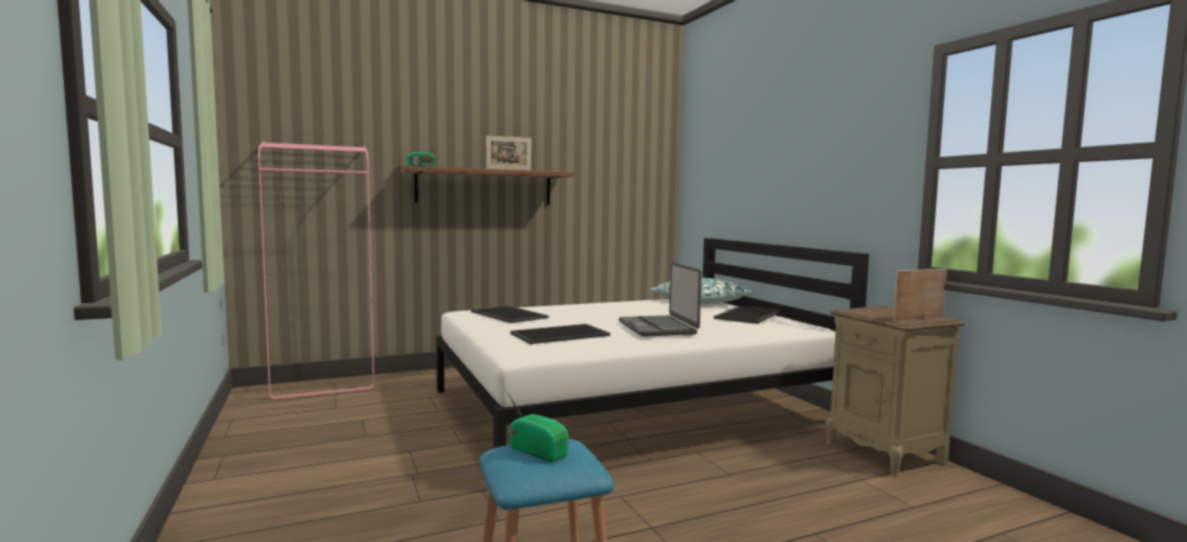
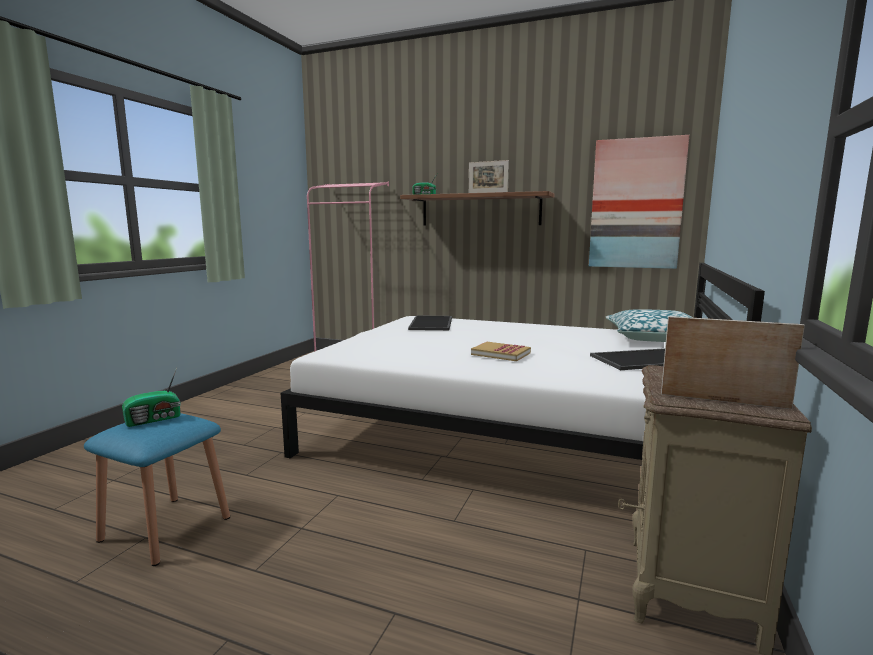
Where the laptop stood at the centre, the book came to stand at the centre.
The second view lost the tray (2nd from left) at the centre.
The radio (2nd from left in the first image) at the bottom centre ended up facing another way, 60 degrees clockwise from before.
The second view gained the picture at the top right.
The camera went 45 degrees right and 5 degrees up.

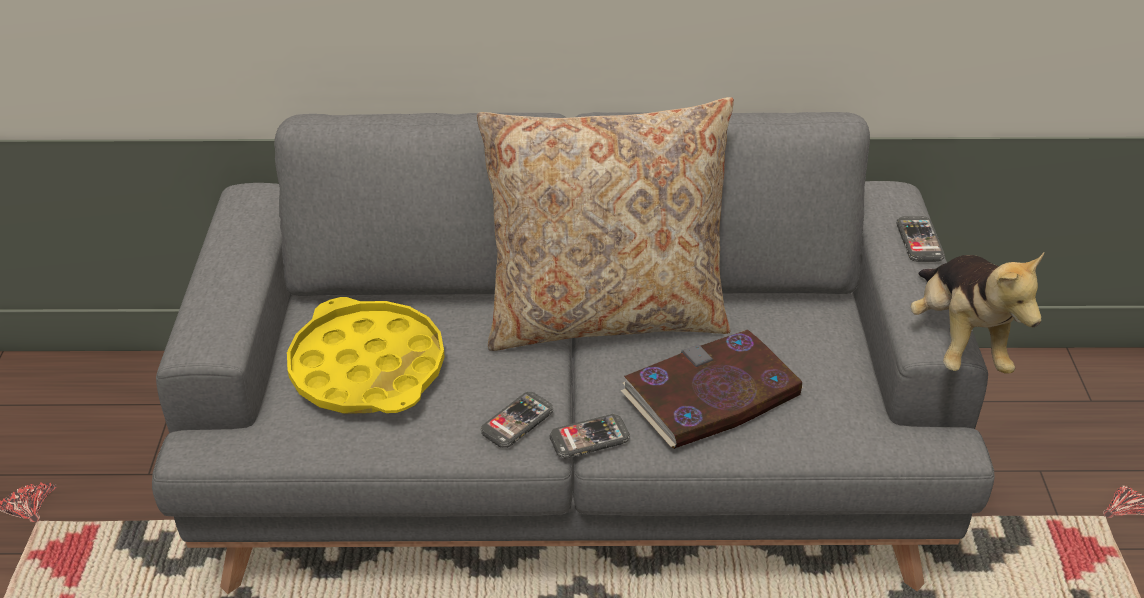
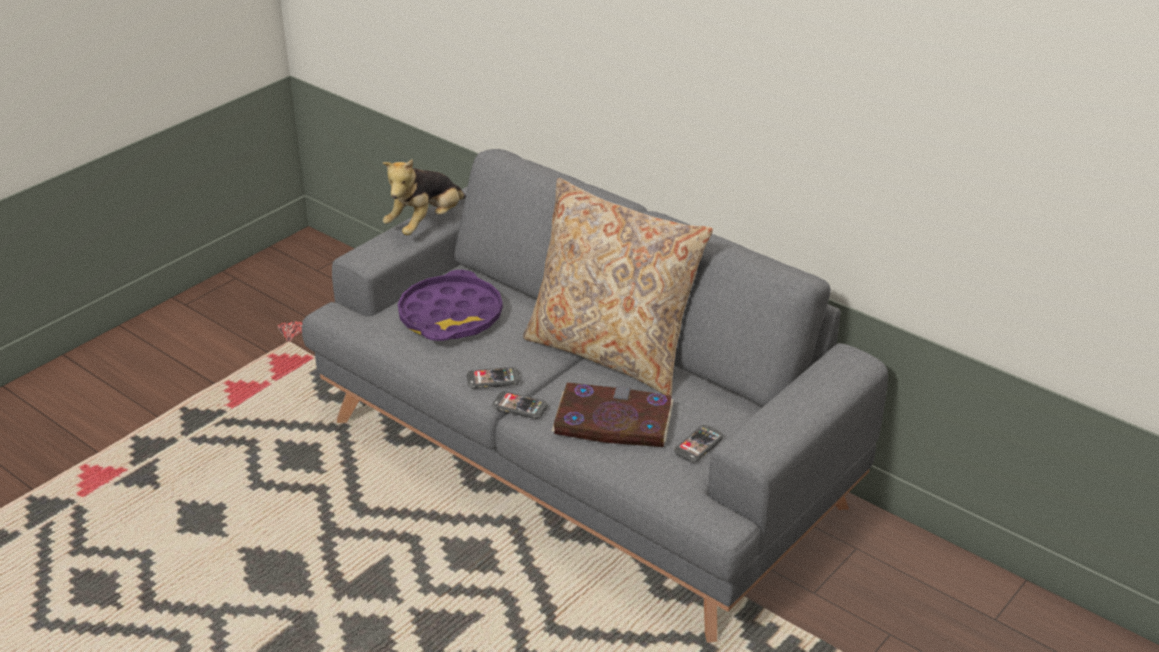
The phone (3rd from left) ended up elsewhere, having gone from the middle right to the bottom centre.
The plush_toy ended up elsewhere, having gone from the middle right to the top centre.
What was the yellow_tray at the middle left turned into the purple_tray at the centre.
The camera went 40 degrees right and 5 degrees down.

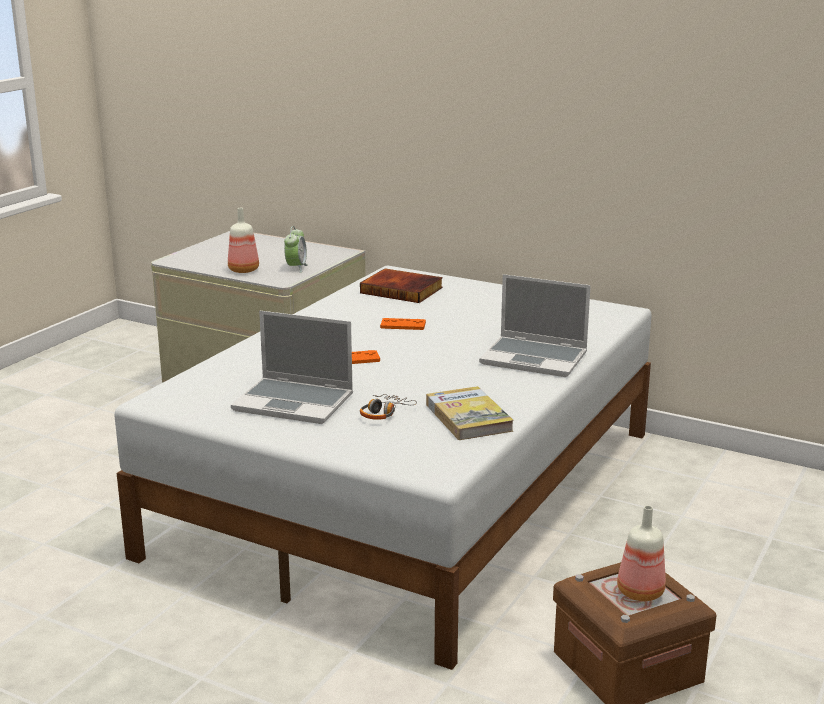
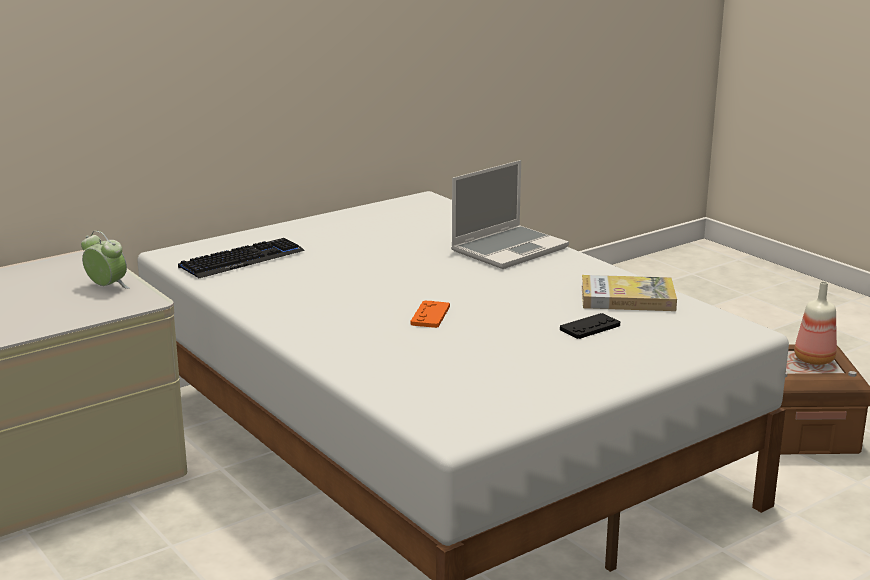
The second view lost the bottle (1st from left) at the middle left.
Where the book (1st from left) stood at the centre, the keyboard came to stand at the middle left.
The second view lost the laptop (1st from left) at the centre.
The second view lost the orange_game_controller (2nd from left) at the centre.
Where the headphones stood at the centre, the black_game_controller came to stand at the middle right.
The camera went 65 degrees left and 0 degrees up.

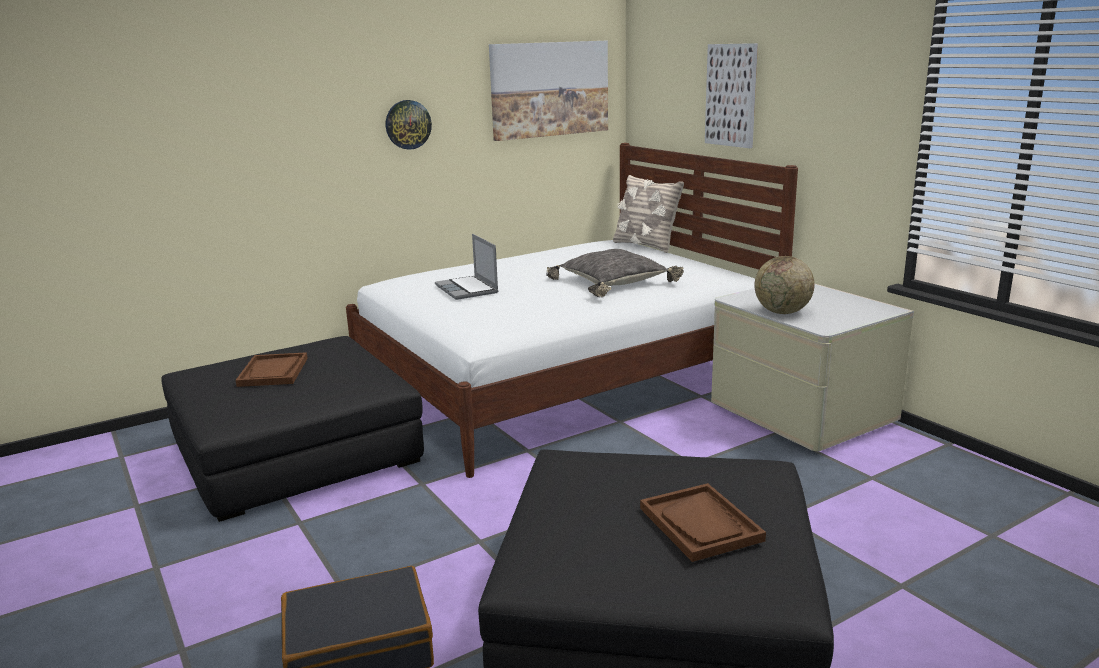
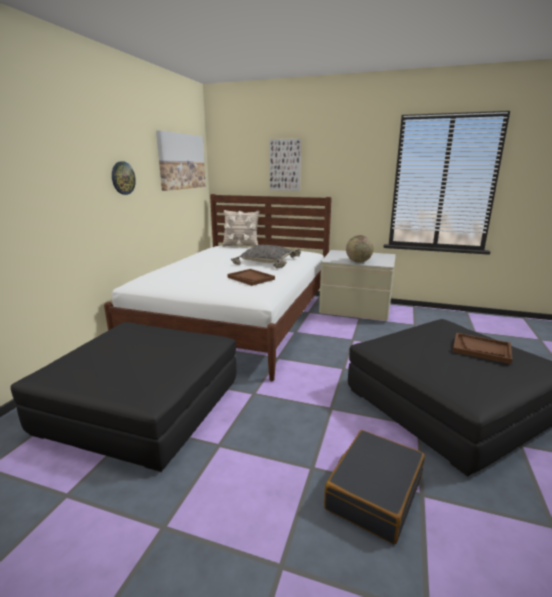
The second view lost the laptop at the centre.
The brown_tray (1st from left) ended up elsewhere, having gone from the middle left to the centre.
The camera went 40 degrees left and 0 degrees up.

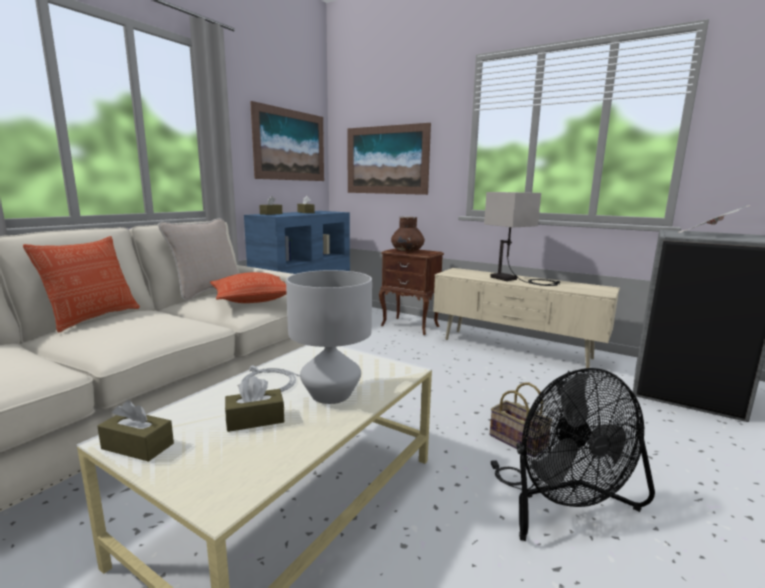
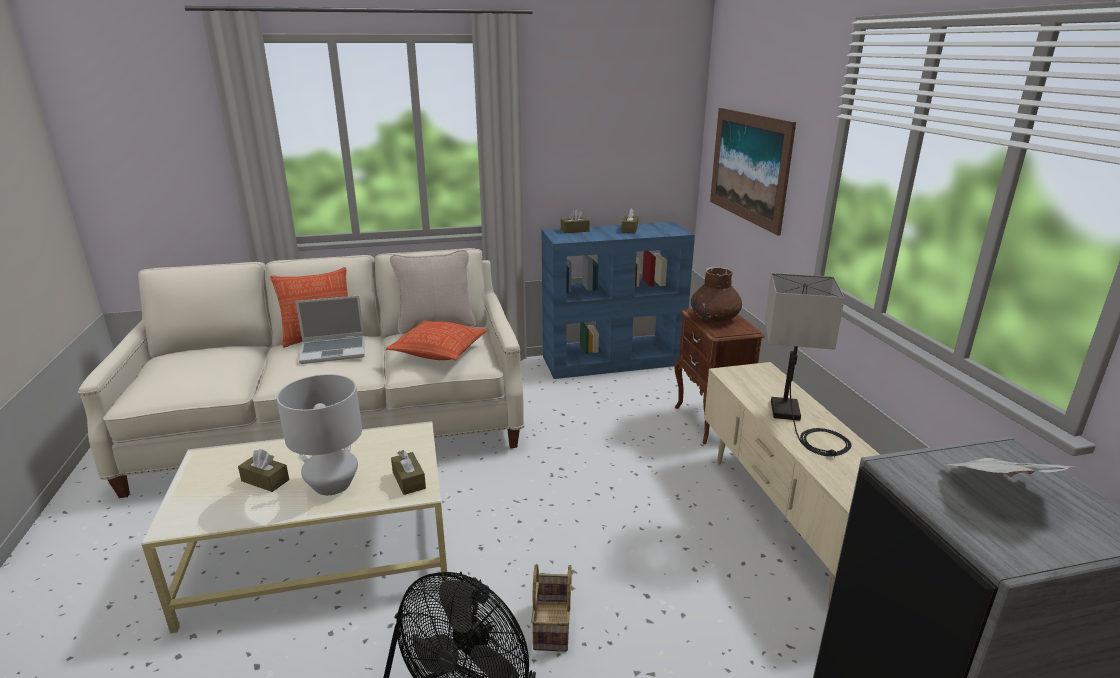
The second view lost the picture (1st from left) at the top centre.
The brown_tissue_box (1st from left in the first image) ended up elsewhere, having gone from the bottom left to the bottom centre.
The second view gained the laptop at the middle left.
The camera went 45 degrees right and 10 degrees up.

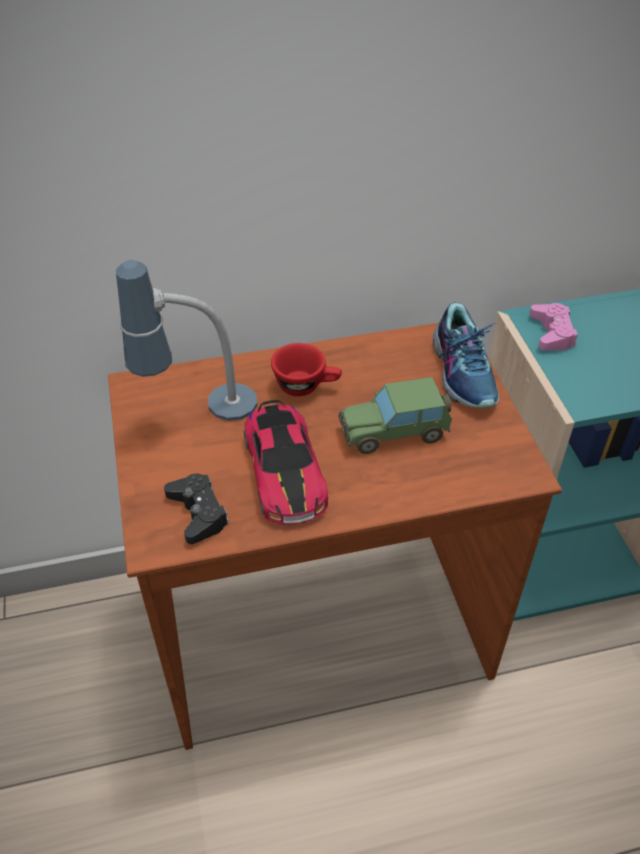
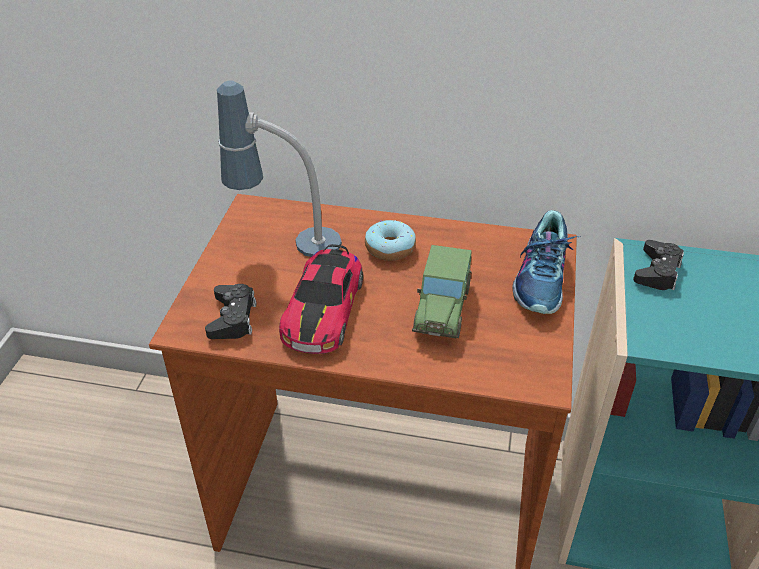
What was the pink_game_controller at the middle right turned into the black_game_controller (2nd from left) at the middle right.
Where the red_cup stood at the centre, the donut came to stand at the centre.
The toy_car (2nd from left) at the centre ended up facing another way, 90 degrees counterclockwise from before.
The camera went 25 degrees right and 5 degrees down.

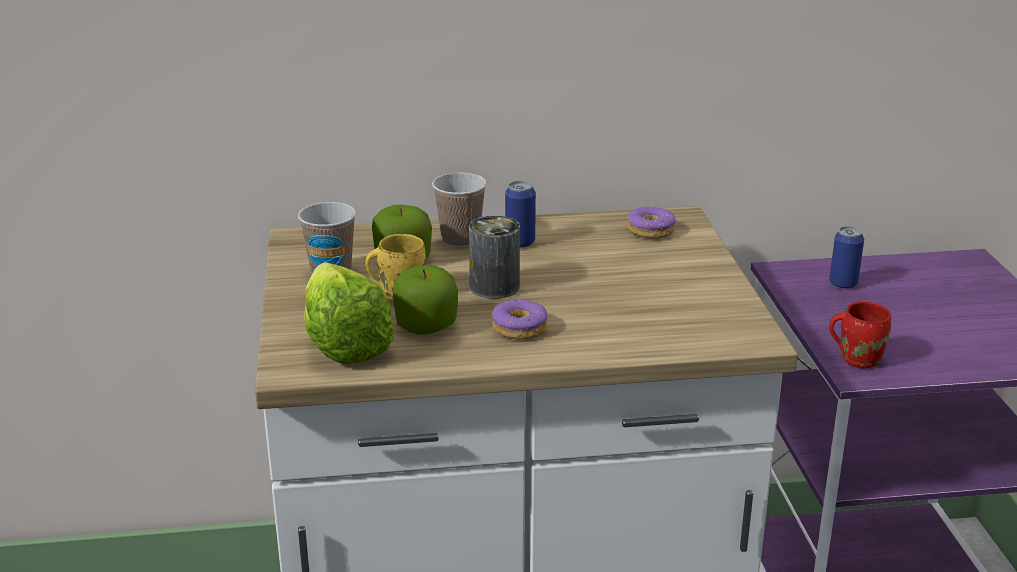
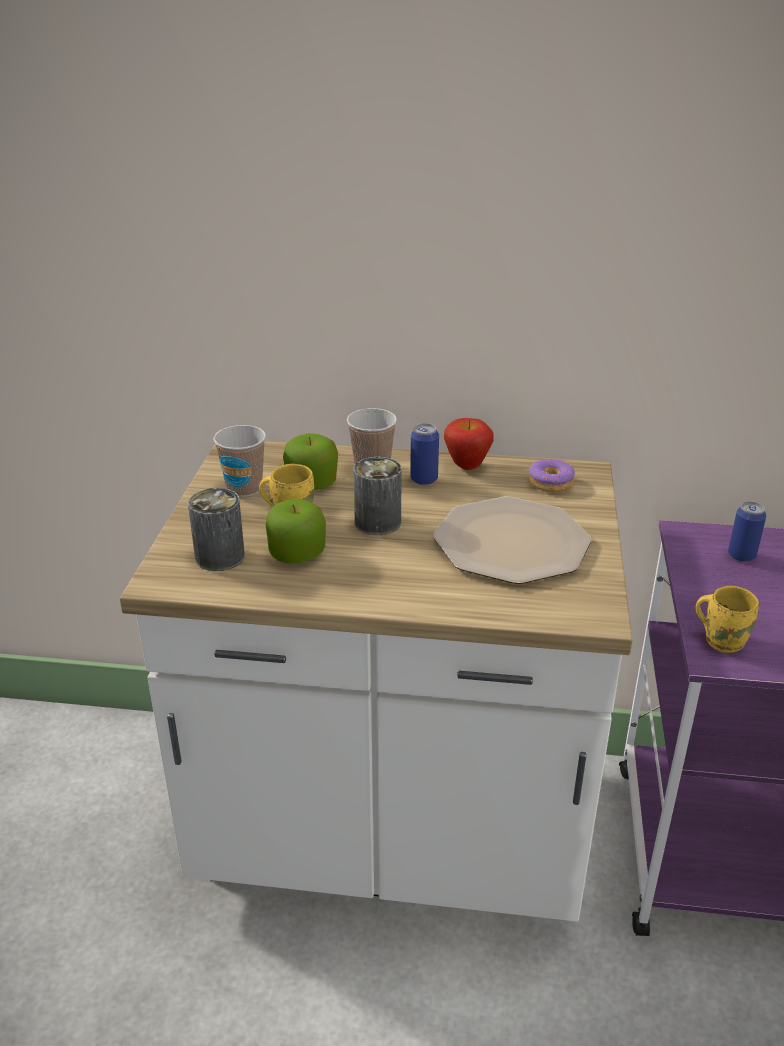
Where the lettuce stood at the centre, the can (1st from left) came to stand at the middle left.
The second view lost the donut (1st from left) at the centre.
What was the red_mug at the middle right turned into the yellow_mug (2nd from left) at the middle right.
The second view gained the apple (3rd from left) at the centre.
The second view gained the plate at the centre.
The camera went 15 degrees right and 5 degrees up.

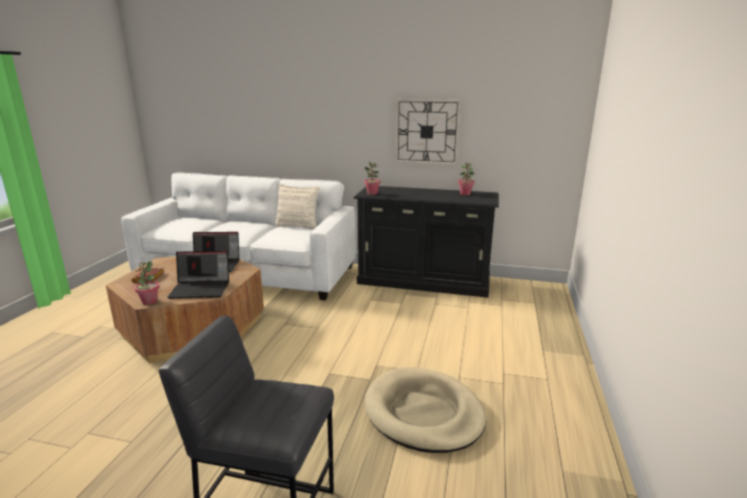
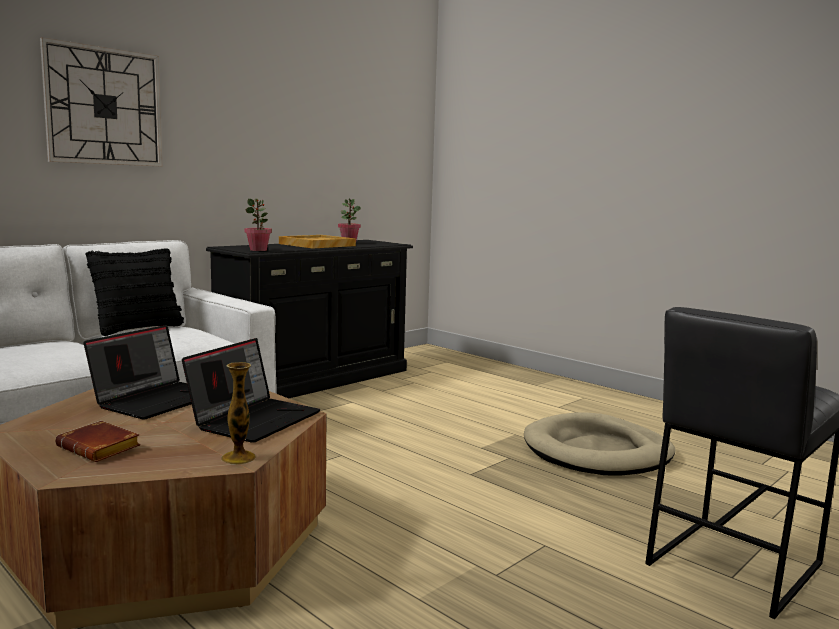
The wall_clock ended up elsewhere, having gone from the top centre to the top left.
What was the beige_pillow at the centre turned into the black_pillow at the middle left.
Where the potted_plant (1st from left) stood at the middle left, the vase came to stand at the middle left.
The second view gained the beige_tray at the centre.
The camera went 60 degrees left and 10 degrees down.

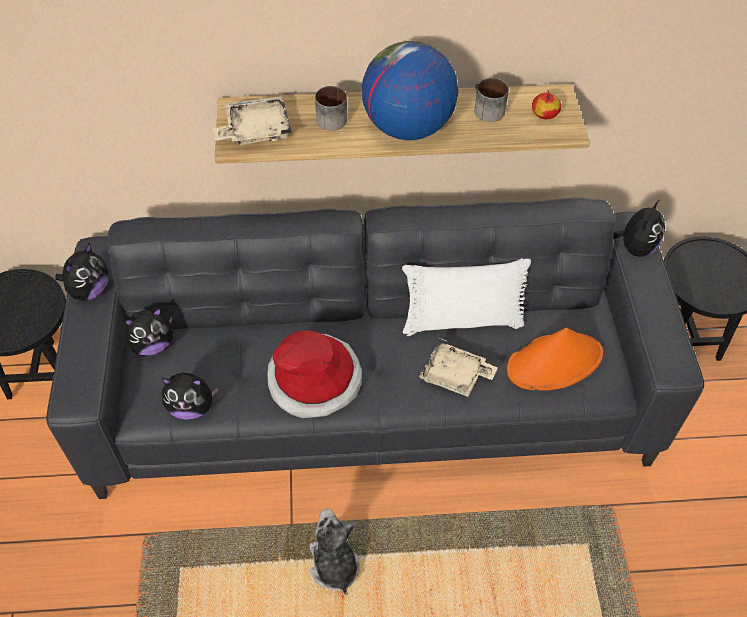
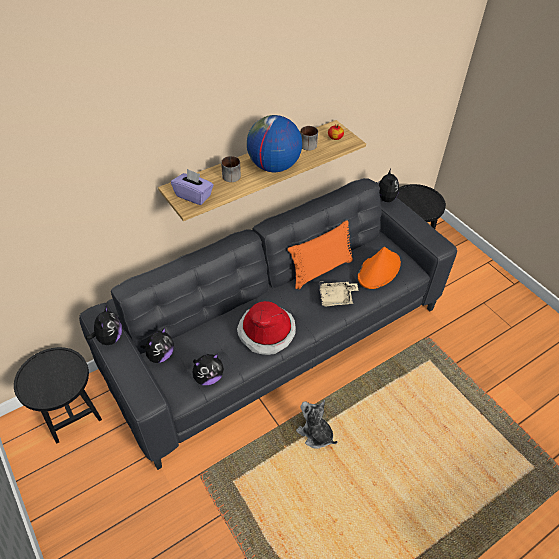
Where the beige_tray (1st from left) stood at the top centre, the purple_tissue_box came to stand at the centre.
What was the white_pillow at the centre turned into the orange_pillow at the centre.
The camera went 30 degrees left and 5 degrees down.

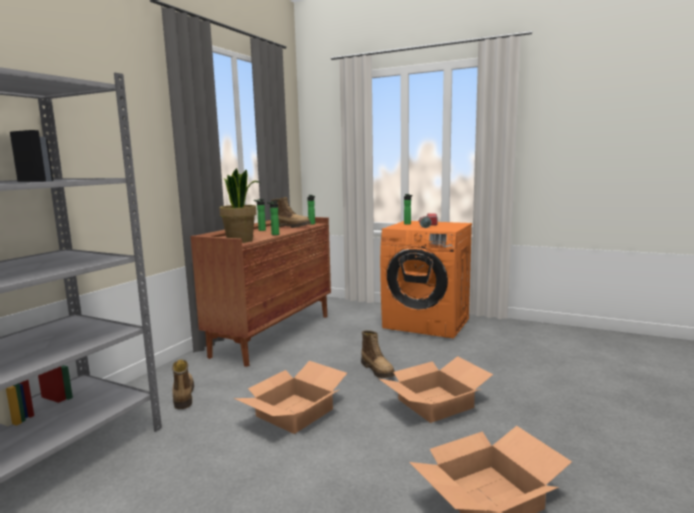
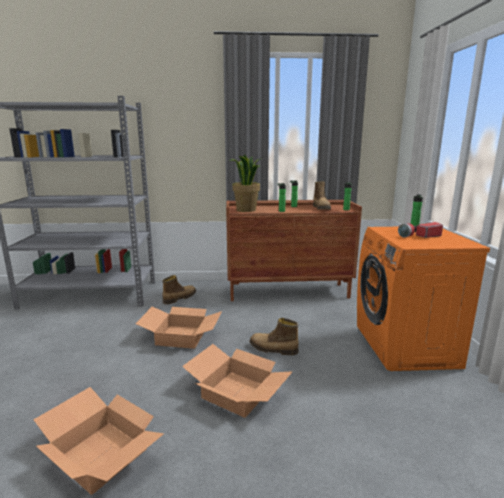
The boot (3rd from left in the first image) at the bottom centre ended up facing another way, 75 degrees clockwise from before.
The camera went 60 degrees right and 5 degrees up.

